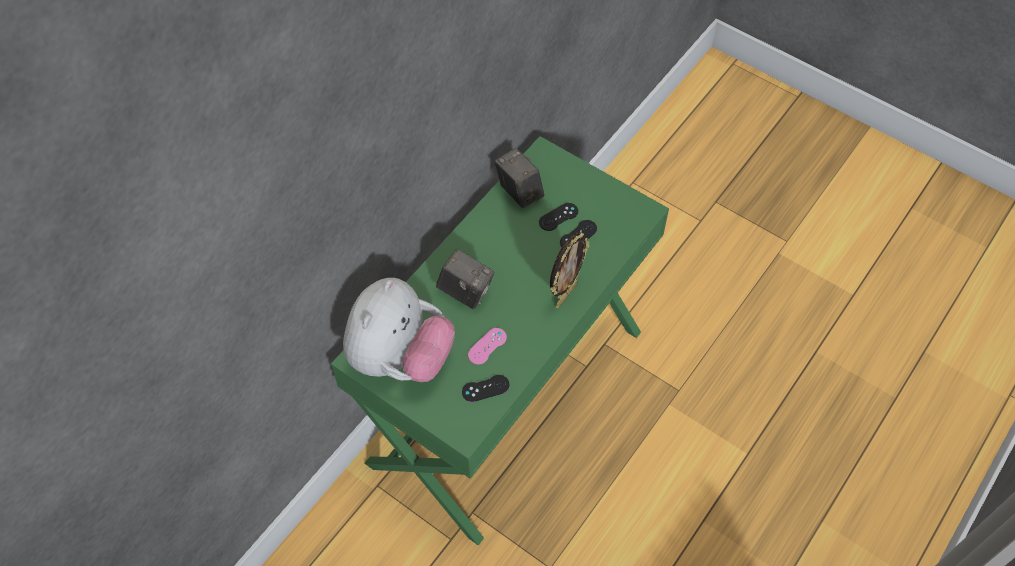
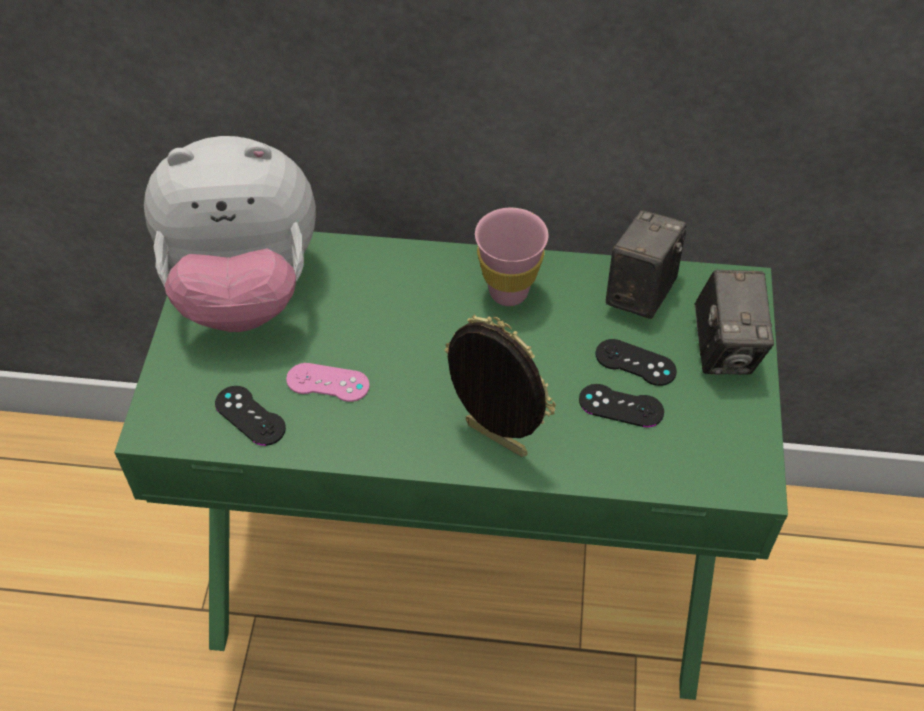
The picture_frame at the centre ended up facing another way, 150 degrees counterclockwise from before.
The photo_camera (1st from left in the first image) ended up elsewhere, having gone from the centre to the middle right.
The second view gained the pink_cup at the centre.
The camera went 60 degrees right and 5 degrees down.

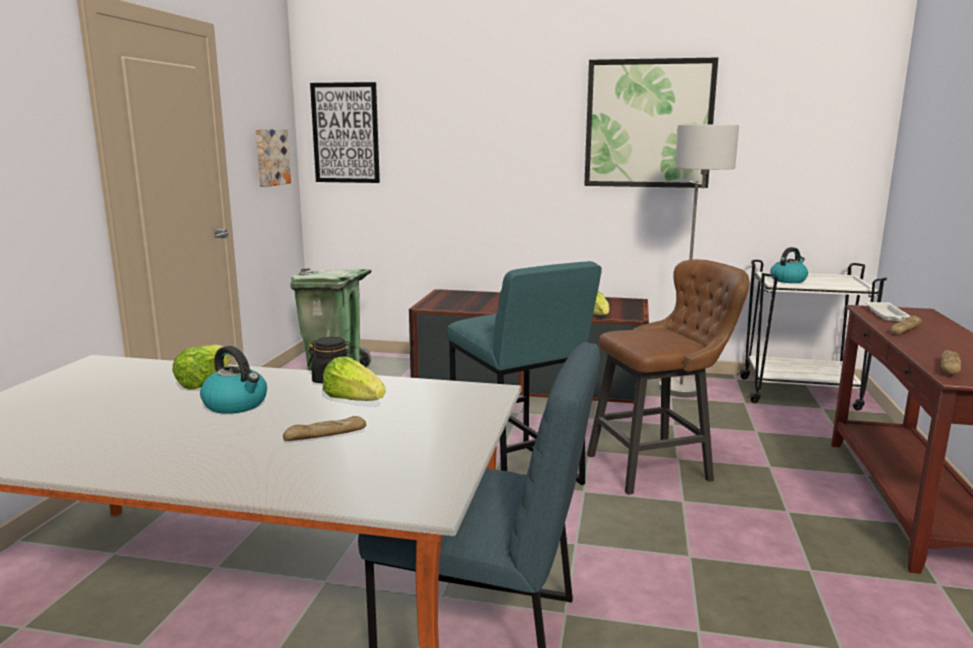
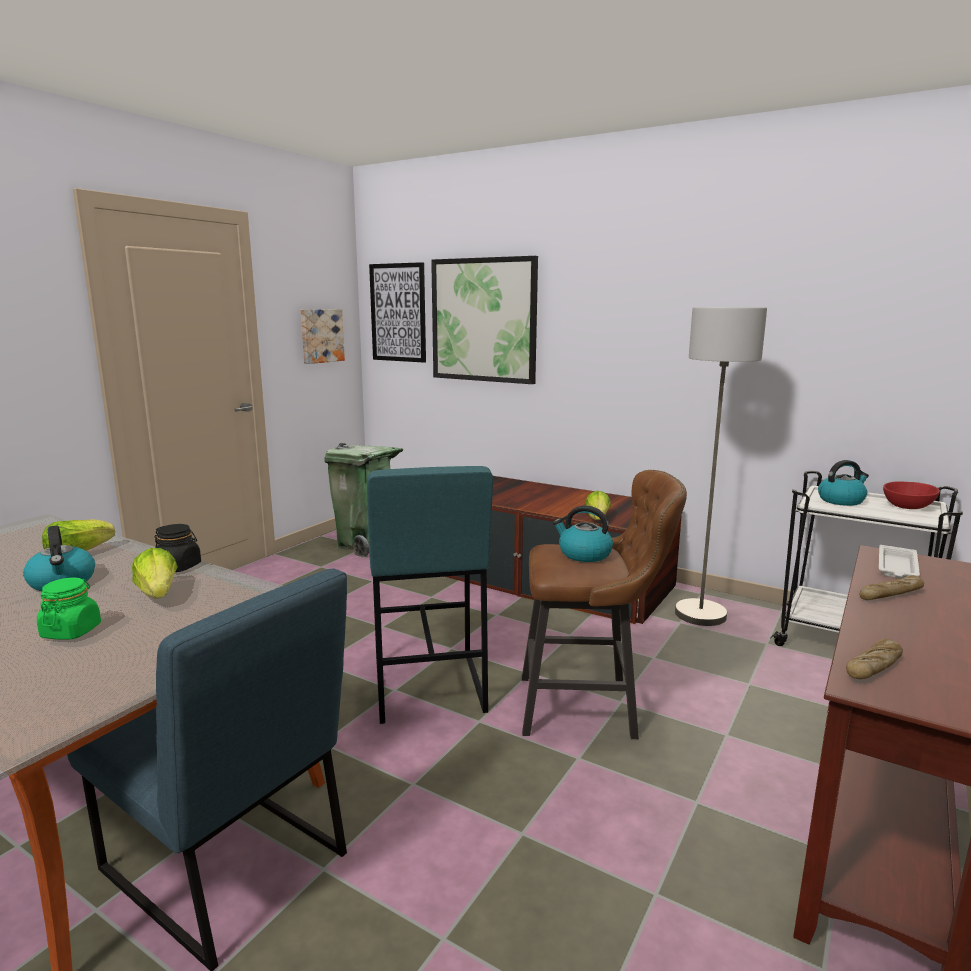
The picture (3rd from left) ended up elsewhere, having gone from the top right to the top centre.
Where the bread (1st from left) stood at the middle left, the green_jar came to stand at the middle left.
The second view gained the red_bowl at the middle right.
The second view gained the kettle (2nd from left) at the centre.
The camera went 20 degrees right and 0 degrees up.

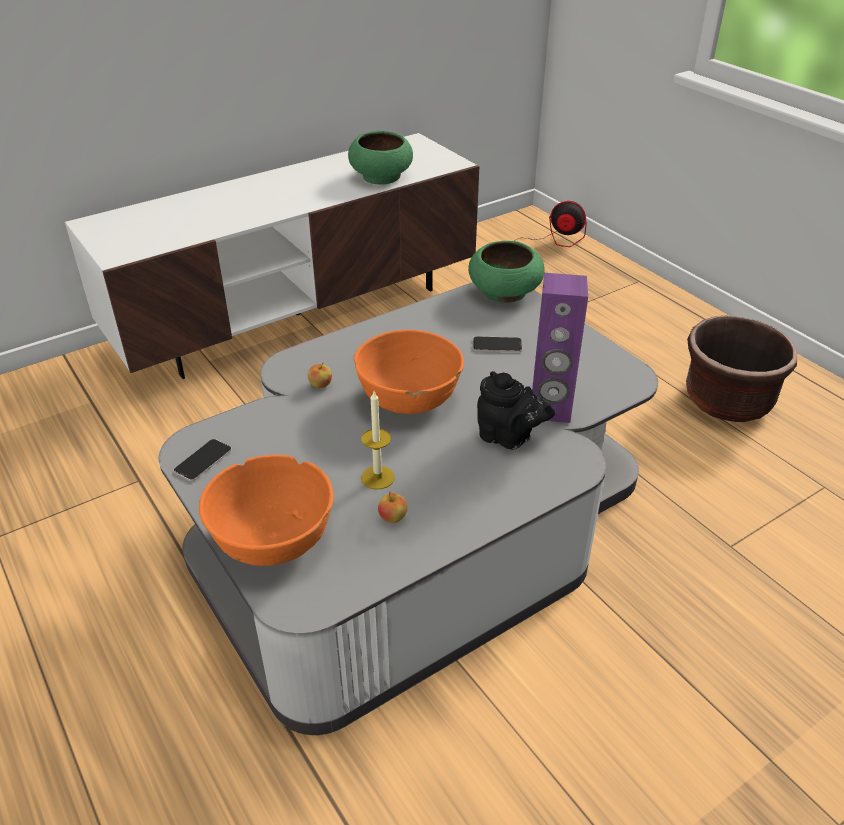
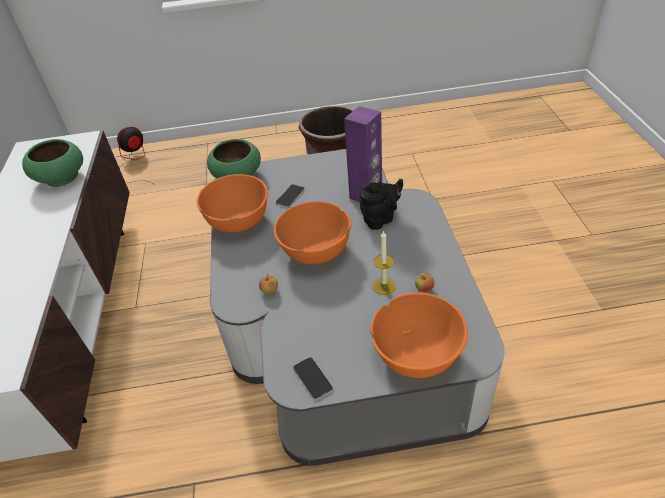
The second view gained the orange_bowl (1st from left) at the centre.
The camera went 60 degrees left and 5 degrees up.

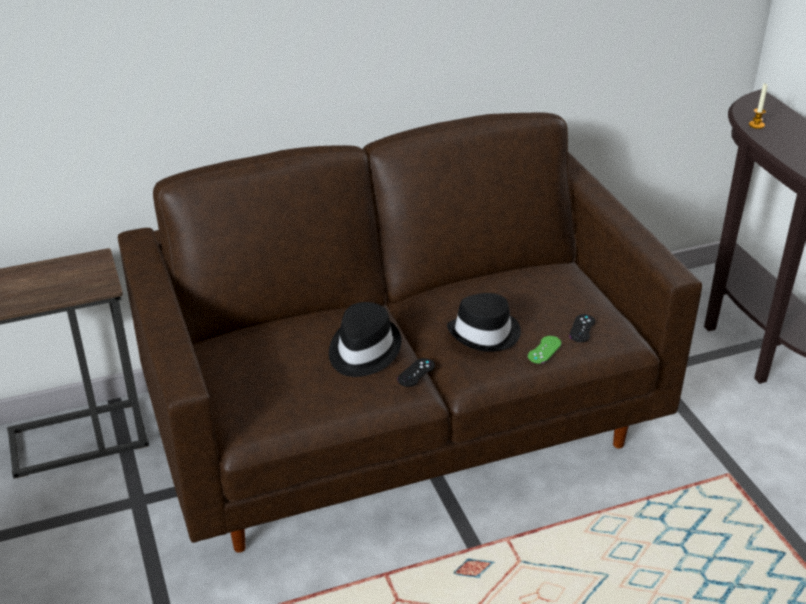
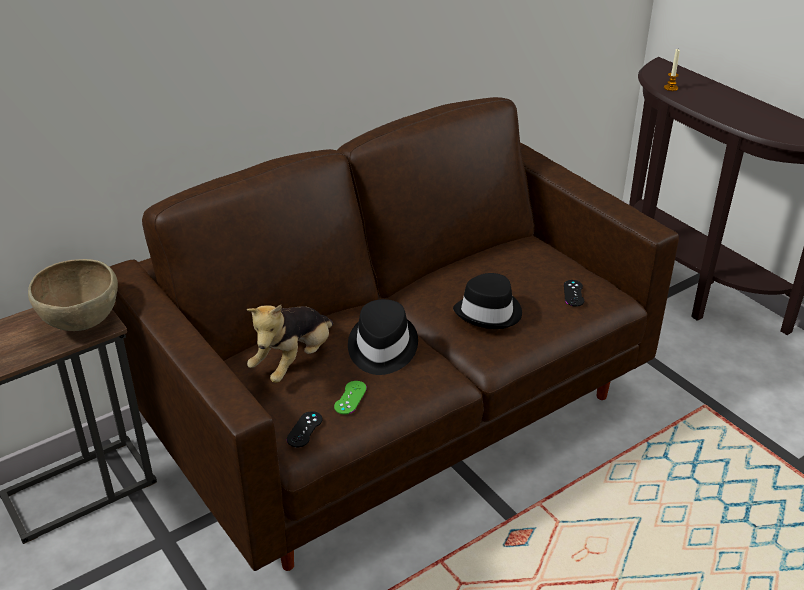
The green_game_controller ended up elsewhere, having gone from the middle right to the bottom centre.
The black_game_controller (1st from left) ended up elsewhere, having gone from the centre to the bottom centre.
The second view gained the brown_bowl at the middle left.
The second view gained the plush_toy at the centre.
The camera went 15 degrees left and 0 degrees up.

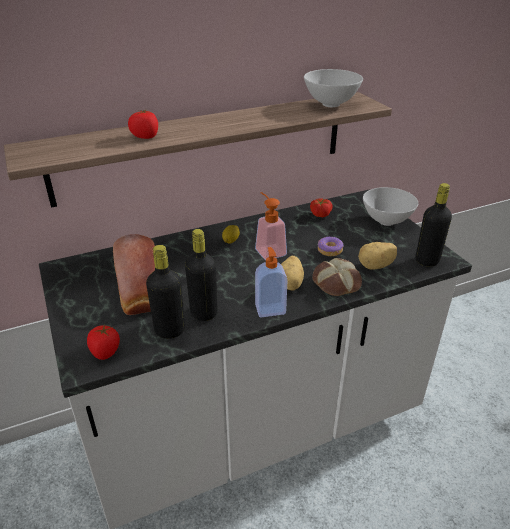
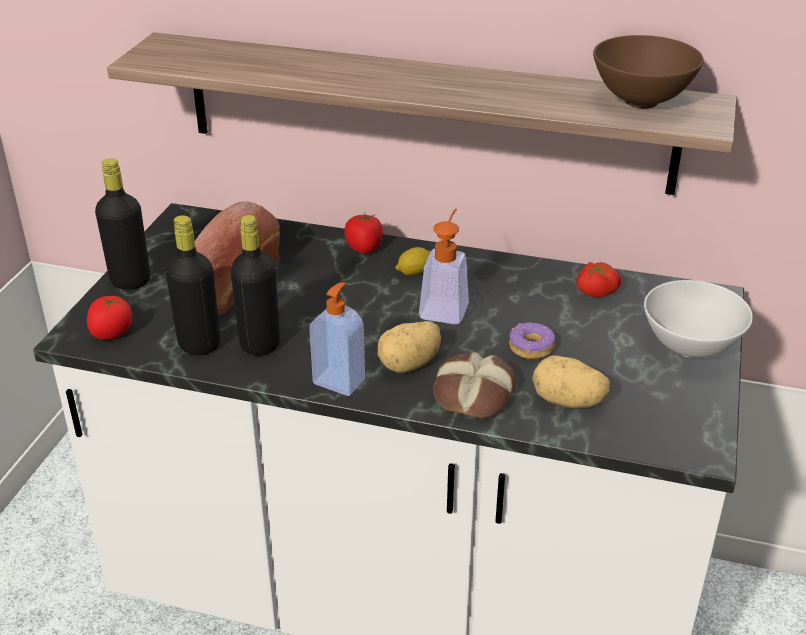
What was the white_bowl (1st from left) at the top centre turned into the brown_bowl at the top right.
The tomato (2nd from left) ended up elsewhere, having gone from the top left to the centre.
The black_bottle (3rd from left in the first image) ended up elsewhere, having gone from the middle right to the middle left.
The camera went 40 degrees right and 0 degrees up.

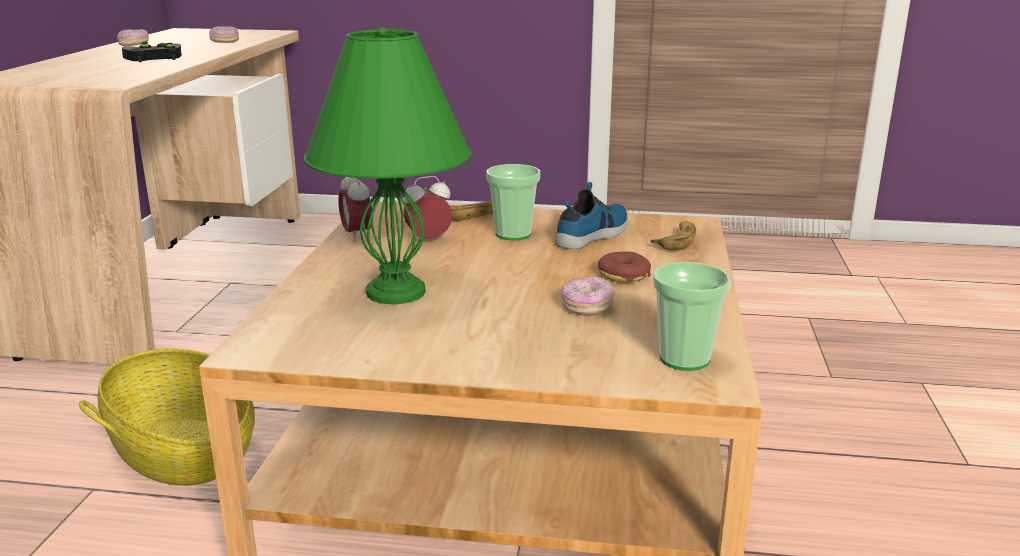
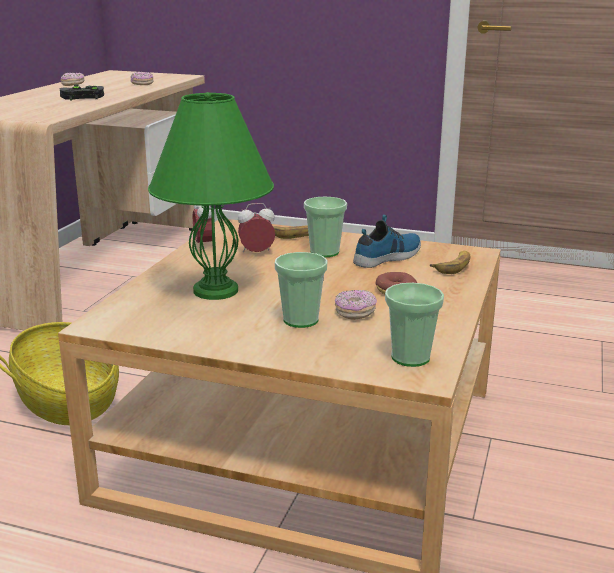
The second view gained the cup (1st from left) at the centre.
The camera went 10 degrees right and 0 degrees up.

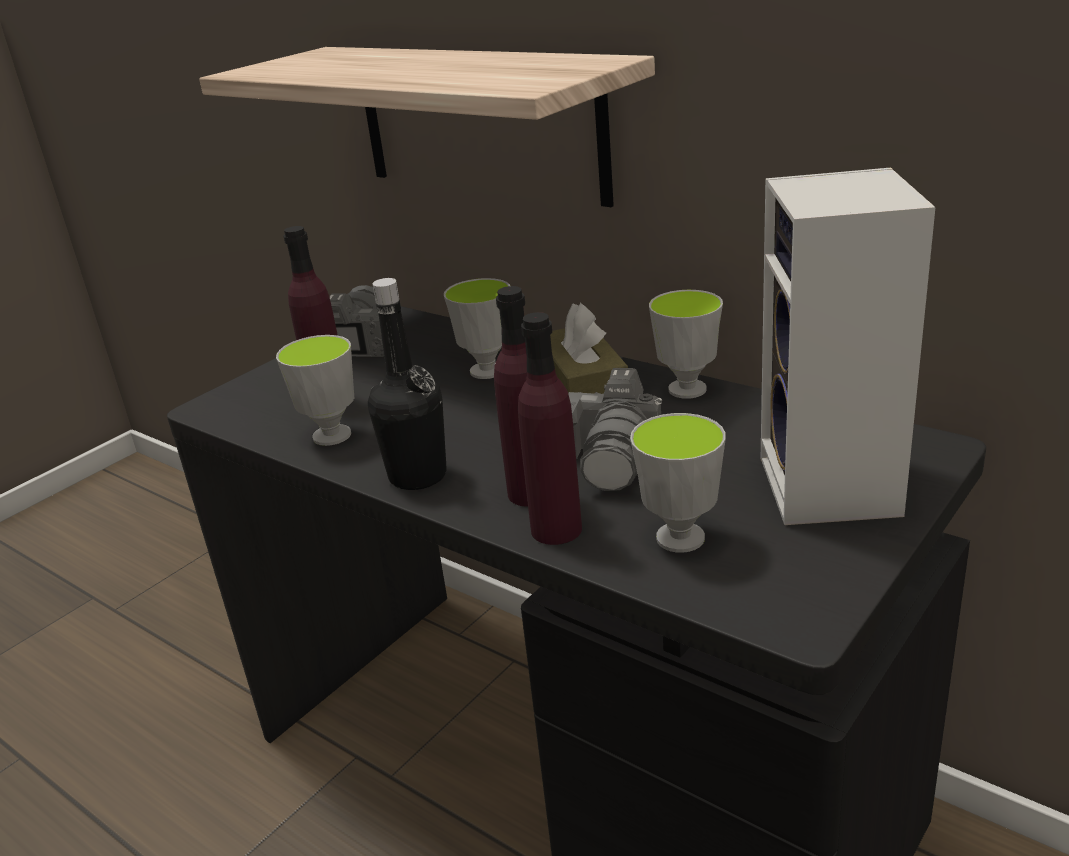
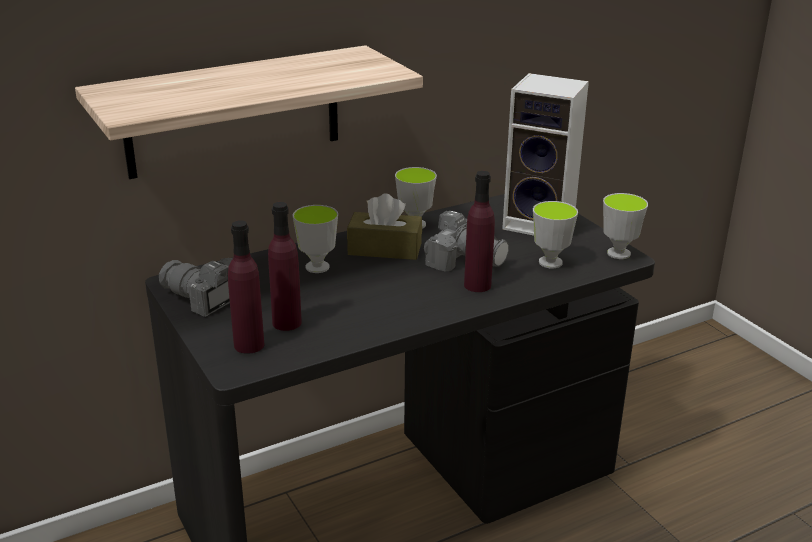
The second view lost the black_bottle at the centre.
The purple_bottle (3rd from left in the first image) ended up elsewhere, having gone from the centre to the middle left.
The cup (1st from left in the first image) ended up elsewhere, having gone from the middle left to the middle right.
The camera went 70 degrees left and 0 degrees up.

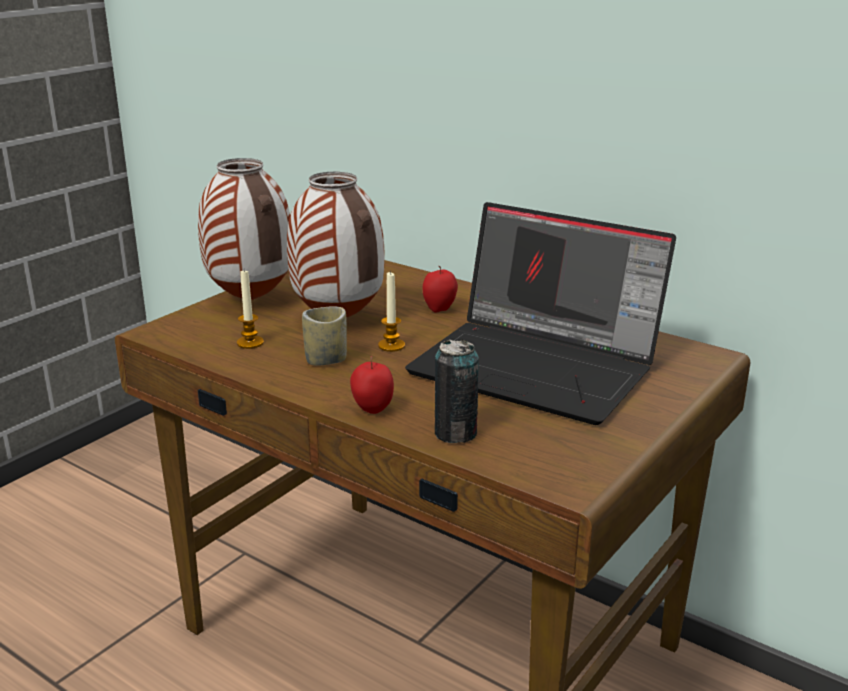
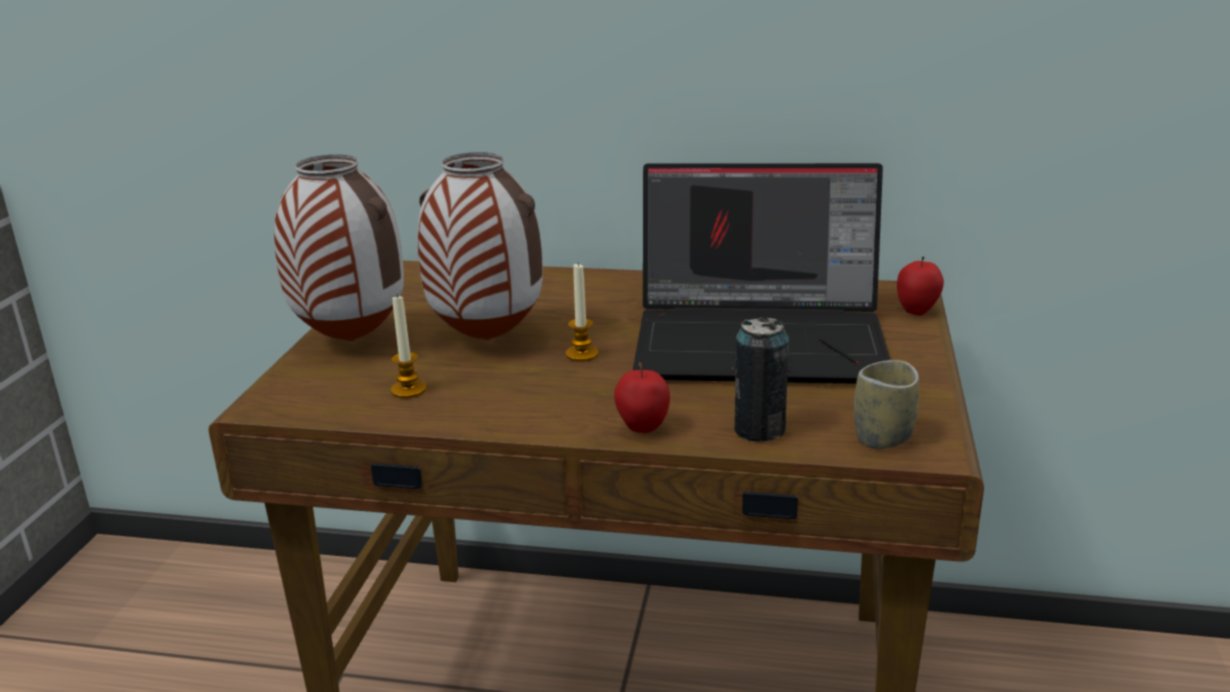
The apple (2nd from left) ended up elsewhere, having gone from the centre to the middle right.
The cup ended up elsewhere, having gone from the centre to the middle right.
The camera went 25 degrees left and 0 degrees up.

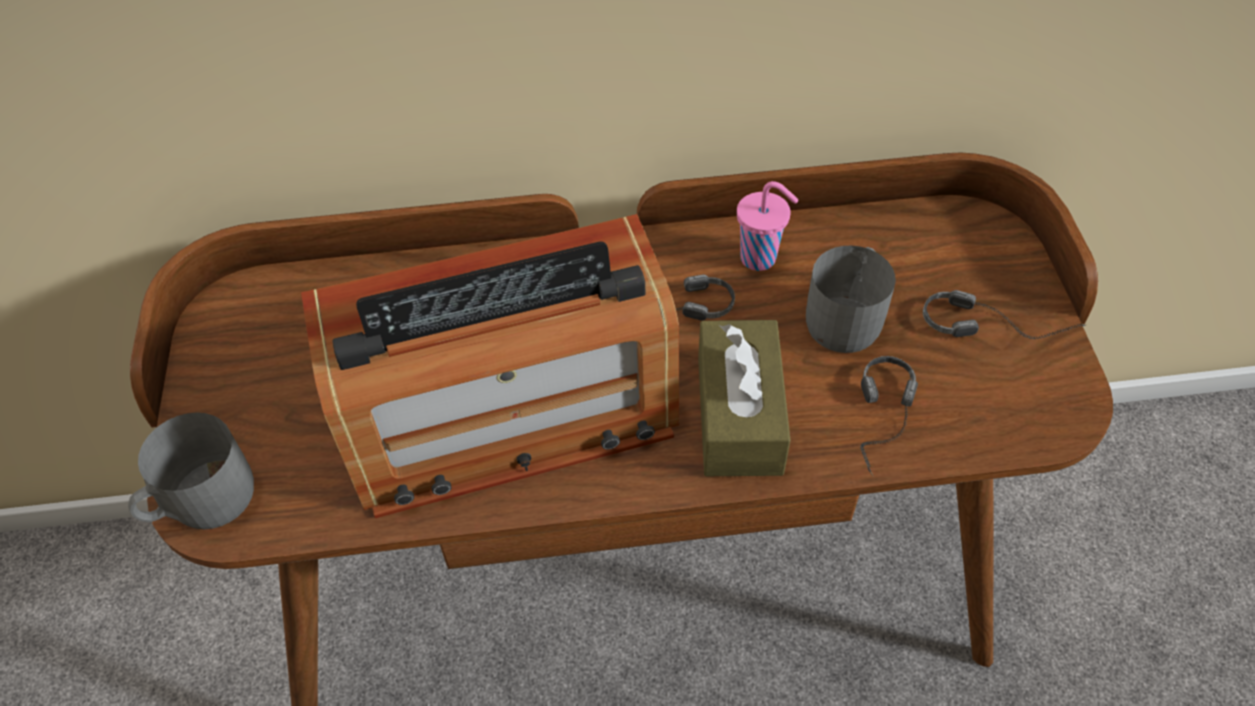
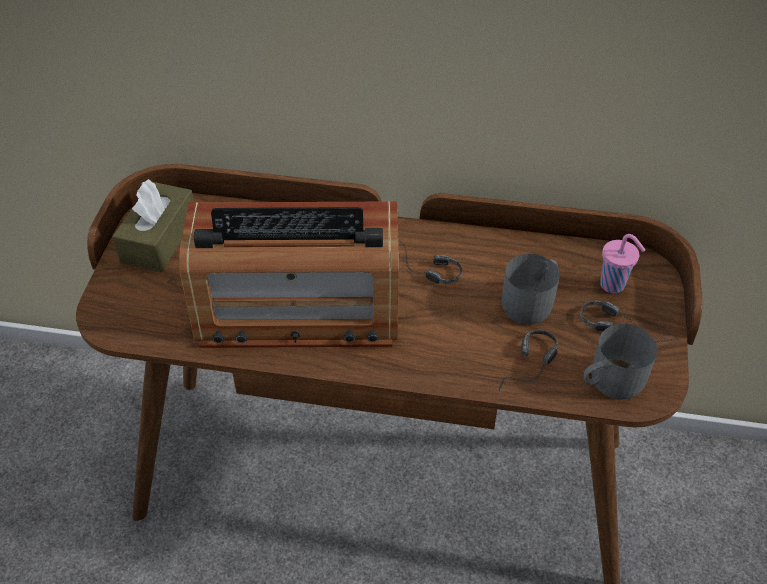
The pink_cup ended up elsewhere, having gone from the top centre to the middle right.
The brown_tissue_box ended up elsewhere, having gone from the centre to the middle left.
The grey_mug (1st from left in the first image) ended up elsewhere, having gone from the middle left to the middle right.
The camera went 15 degrees right and 5 degrees down.

